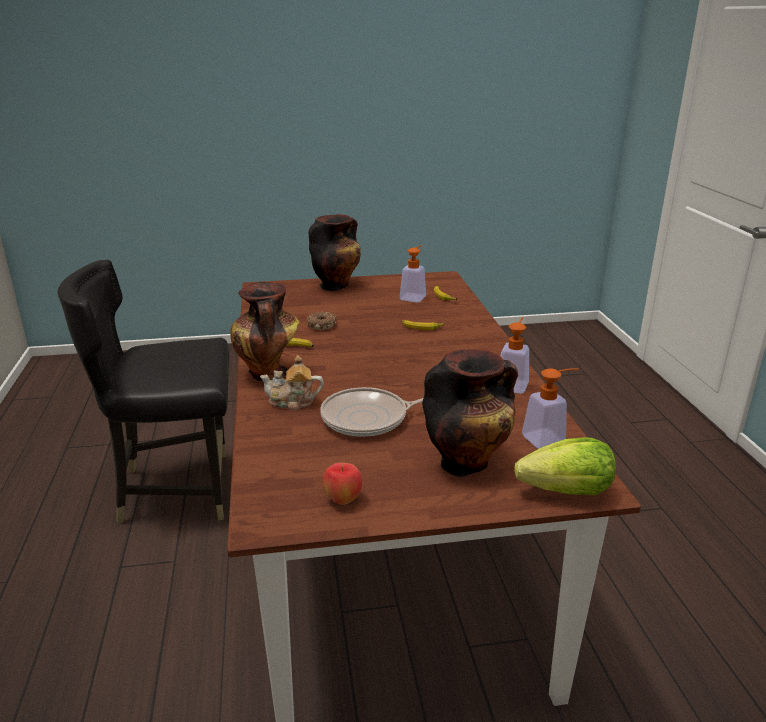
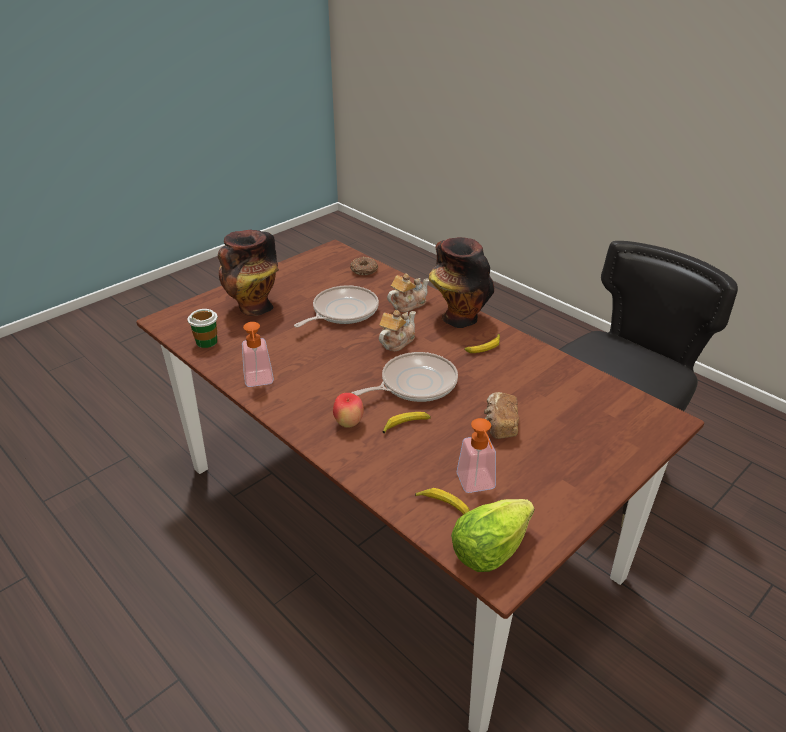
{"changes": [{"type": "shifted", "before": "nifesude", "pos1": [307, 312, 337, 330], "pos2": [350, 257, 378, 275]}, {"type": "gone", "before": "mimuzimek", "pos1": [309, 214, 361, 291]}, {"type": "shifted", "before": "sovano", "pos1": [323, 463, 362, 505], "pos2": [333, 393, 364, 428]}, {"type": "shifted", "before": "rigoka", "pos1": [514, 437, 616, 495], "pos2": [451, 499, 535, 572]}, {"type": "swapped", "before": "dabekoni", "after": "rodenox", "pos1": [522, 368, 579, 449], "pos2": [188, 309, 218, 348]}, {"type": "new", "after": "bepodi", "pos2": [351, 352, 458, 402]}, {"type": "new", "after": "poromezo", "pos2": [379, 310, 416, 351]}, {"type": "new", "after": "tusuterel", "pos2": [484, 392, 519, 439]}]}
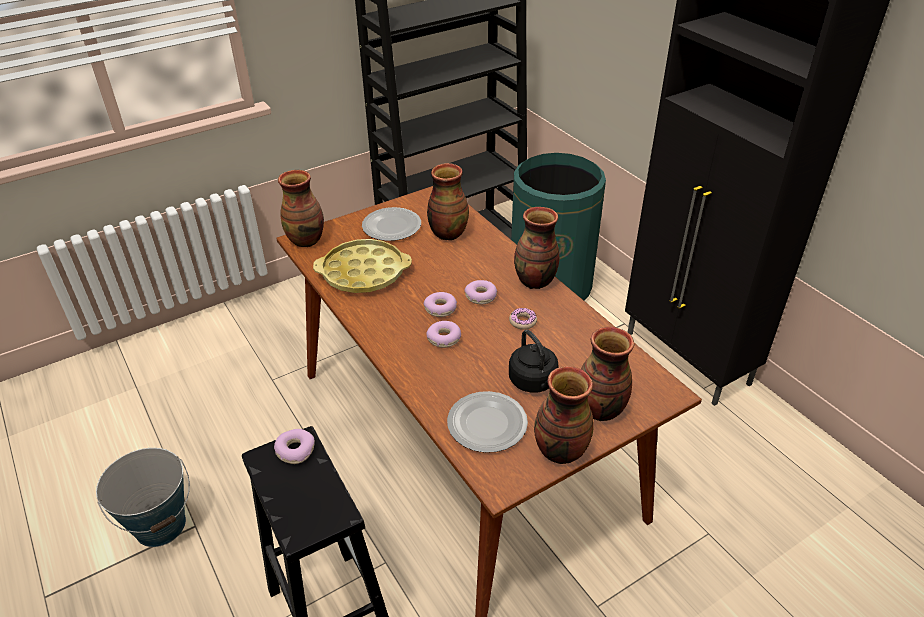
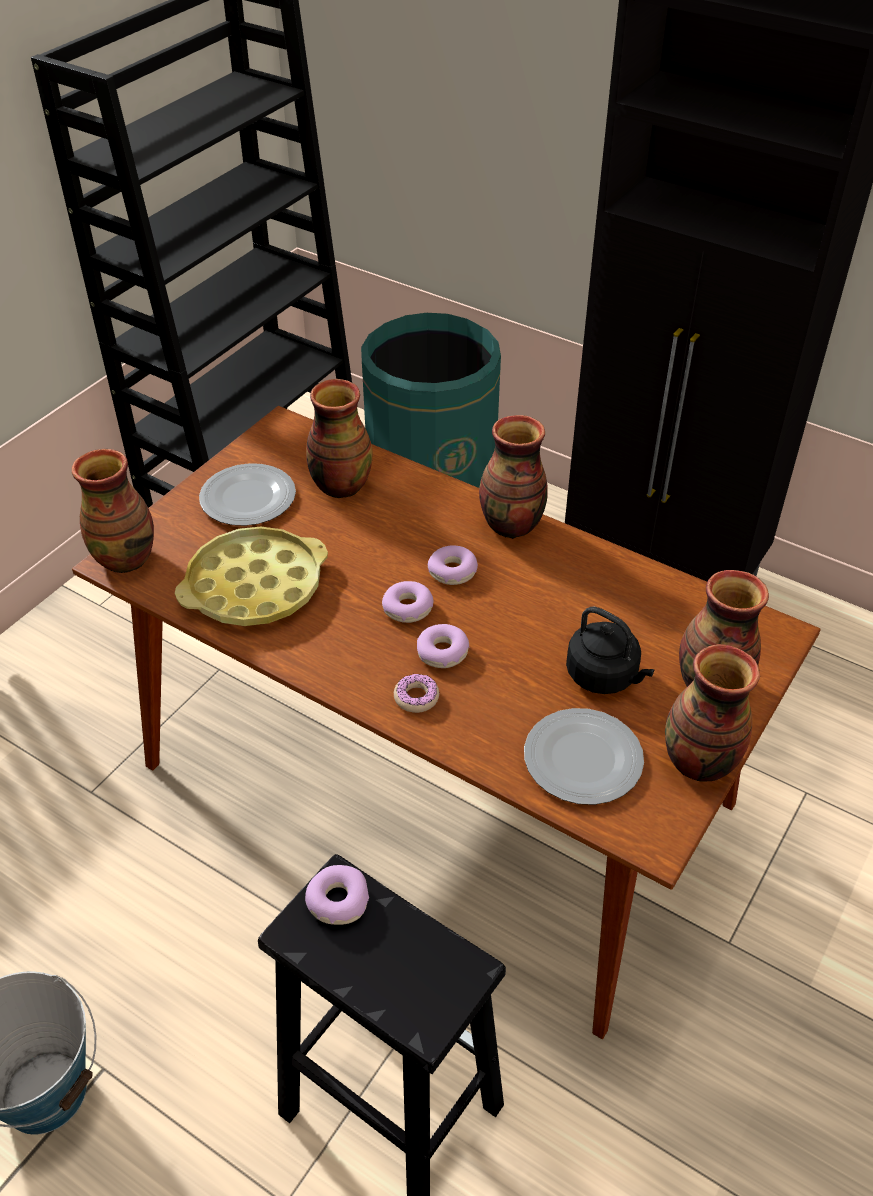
{"changes": [{"type": "shifted", "before": "nifesude", "pos1": [509, 308, 537, 330], "pos2": [394, 674, 439, 713]}]}
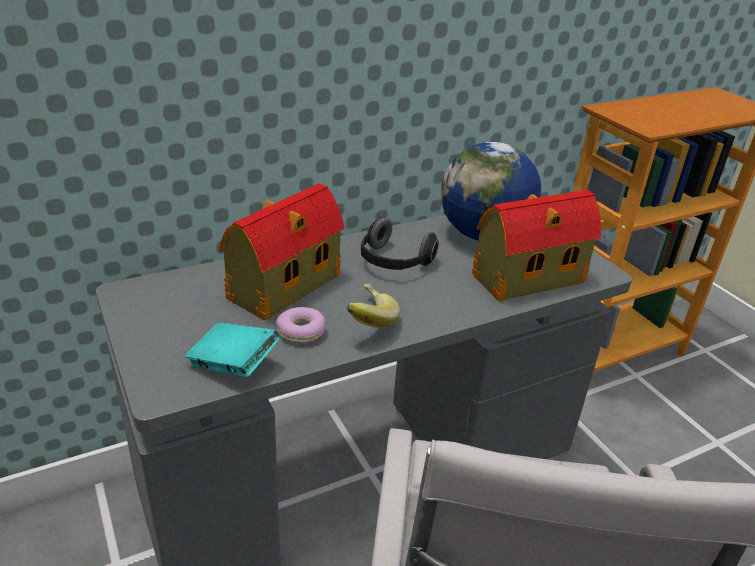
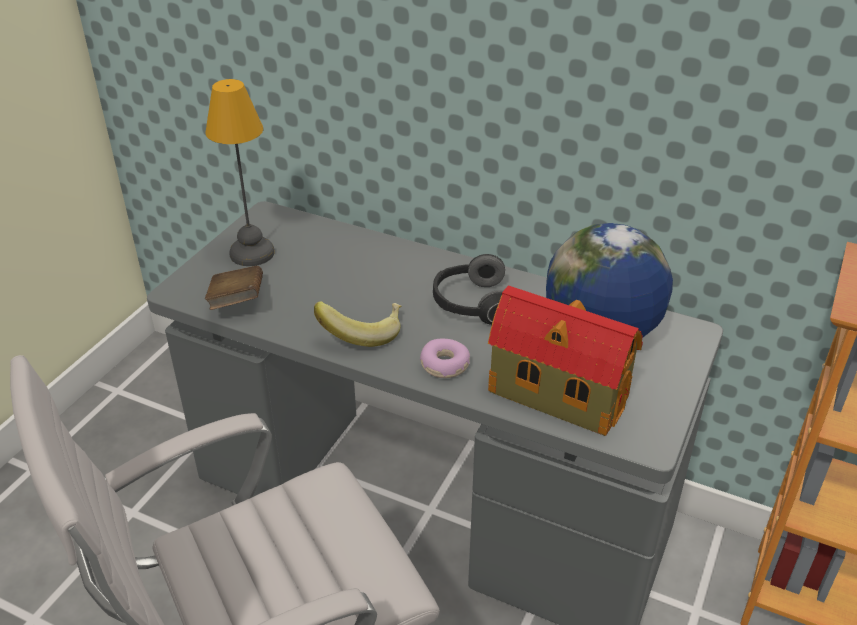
{"changes": [{"type": "repainted", "before": "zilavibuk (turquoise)", "after": "zilavibuk (brown)", "pos1": [185, 323, 280, 377], "pos2": [205, 266, 263, 310]}, {"type": "gone", "before": "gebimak", "pos1": [219, 183, 344, 320]}, {"type": "shifted", "before": "nifesude", "pos1": [276, 307, 326, 343], "pos2": [420, 339, 470, 378]}, {"type": "new", "after": "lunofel", "pos2": [205, 79, 275, 266]}]}
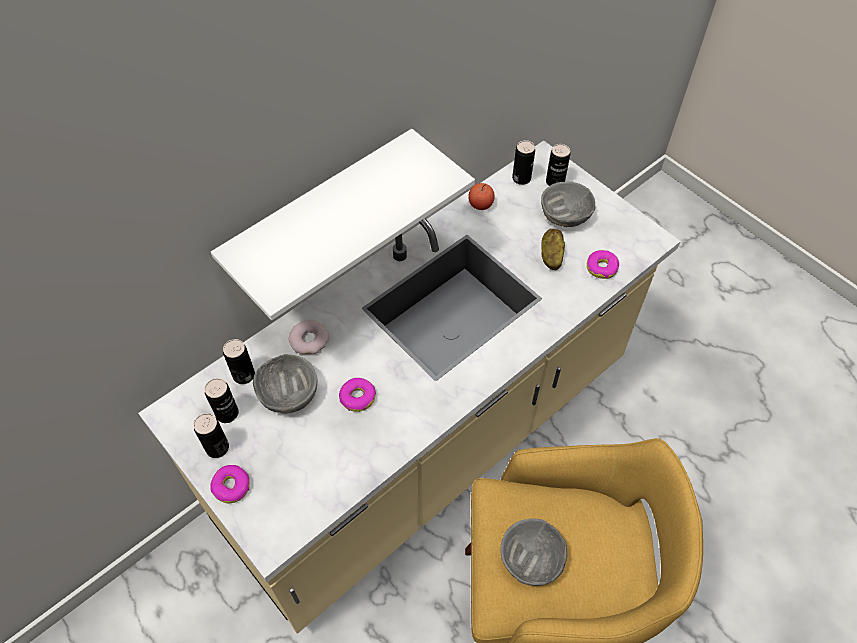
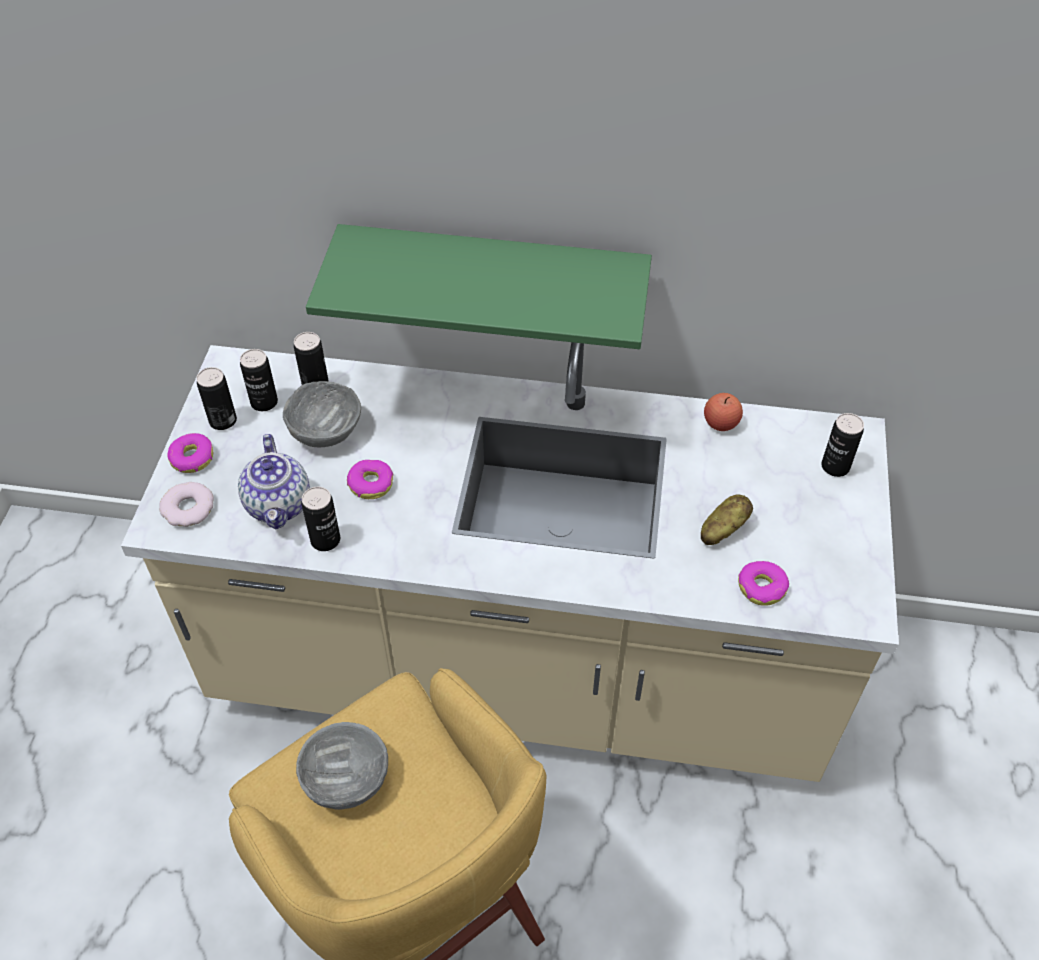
{"changes": [{"type": "repainted", "before": "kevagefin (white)", "after": "kevagefin (green)", "pos1": [211, 129, 475, 320], "pos2": [306, 224, 652, 349]}, {"type": "shifted", "before": "nifesude", "pos1": [288, 320, 329, 354], "pos2": [159, 482, 214, 527]}, {"type": "shifted", "before": "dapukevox", "pos1": [512, 140, 535, 185], "pos2": [301, 487, 340, 551]}, {"type": "gone", "before": "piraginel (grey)", "pos1": [541, 181, 595, 227]}, {"type": "new", "after": "poromezo", "pos2": [238, 434, 310, 529]}]}
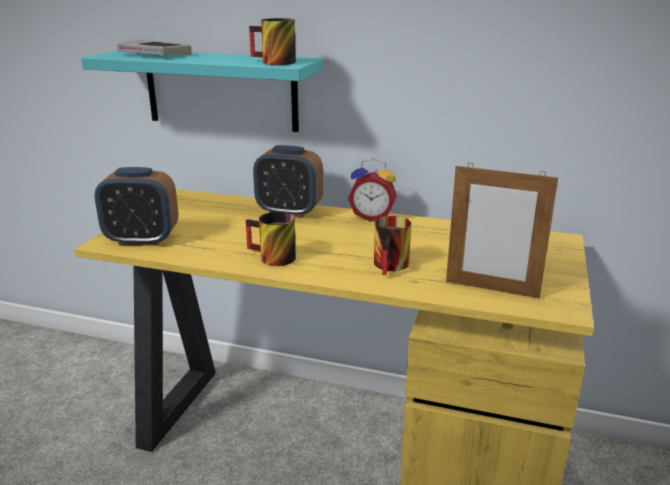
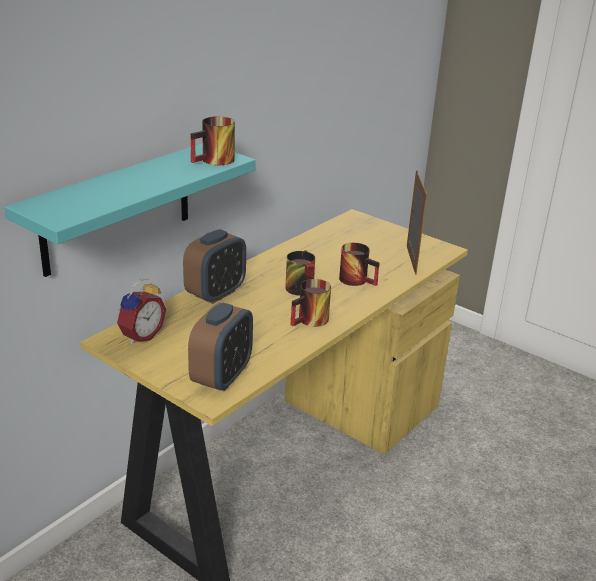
{"changes": [{"type": "gone", "before": "zilavibuk", "pos1": [117, 39, 191, 56]}, {"type": "shifted", "before": "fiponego", "pos1": [348, 158, 397, 222], "pos2": [117, 278, 166, 344]}, {"type": "rotated", "before": "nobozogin", "pos1": [446, 163, 558, 299], "pos2": [407, 170, 427, 275], "turn": -45}, {"type": "new", "after": "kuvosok", "pos2": [285, 250, 315, 295]}]}
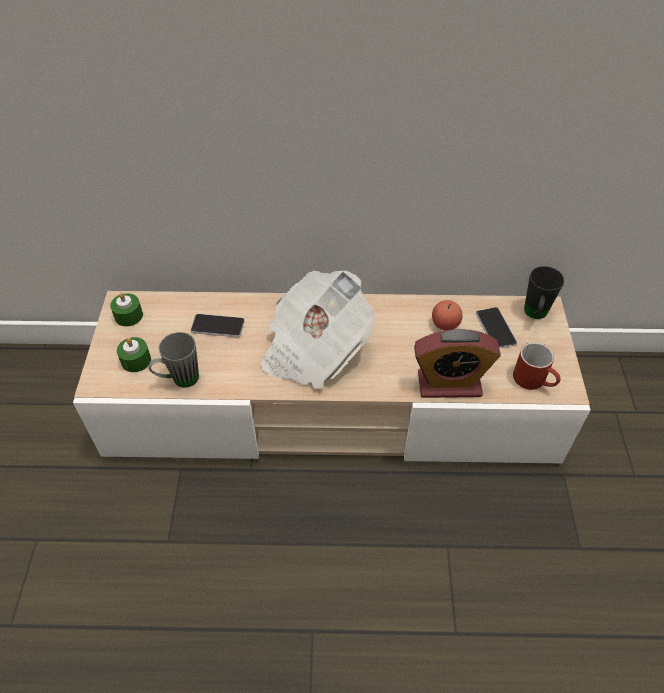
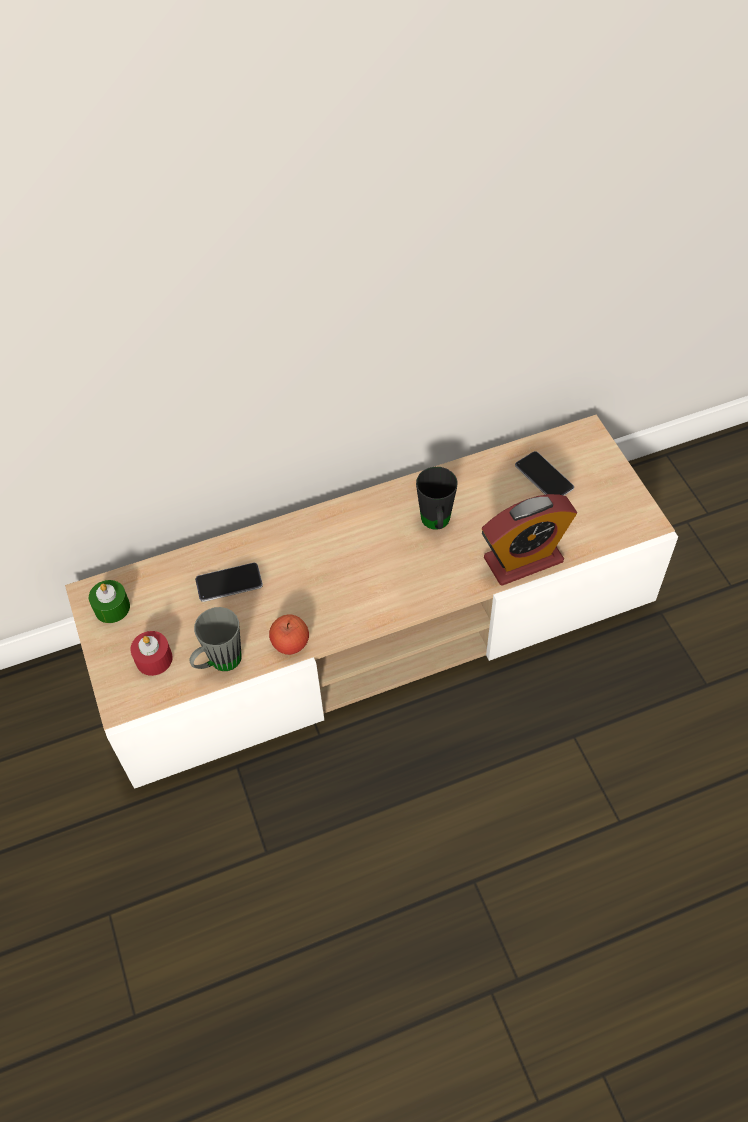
{"changes": [{"type": "repainted", "before": "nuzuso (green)", "after": "nuzuso (red)", "pos1": [117, 337, 151, 372], "pos2": [131, 631, 173, 676]}, {"type": "gone", "before": "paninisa", "pos1": [261, 270, 375, 389]}, {"type": "shifted", "before": "sovano", "pos1": [432, 300, 463, 330], "pos2": [269, 614, 309, 655]}, {"type": "gone", "before": "kuvosok (red)", "pos1": [513, 342, 560, 390]}, {"type": "shifted", "before": "kuvosok (black)", "pos1": [524, 266, 564, 319], "pos2": [416, 467, 458, 530]}]}
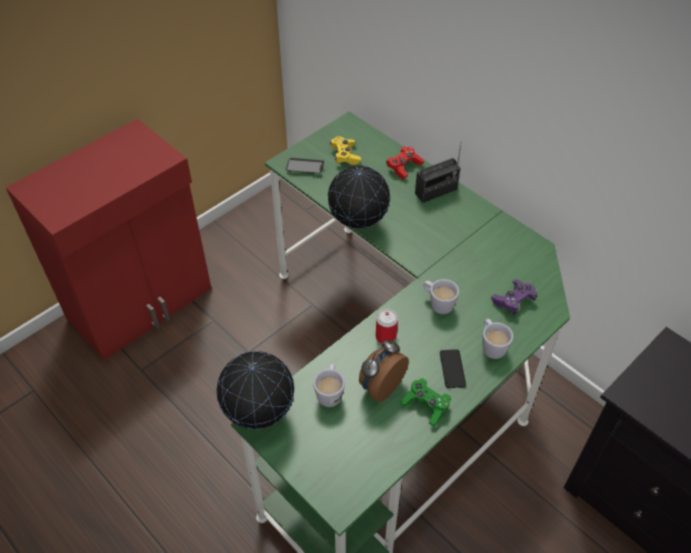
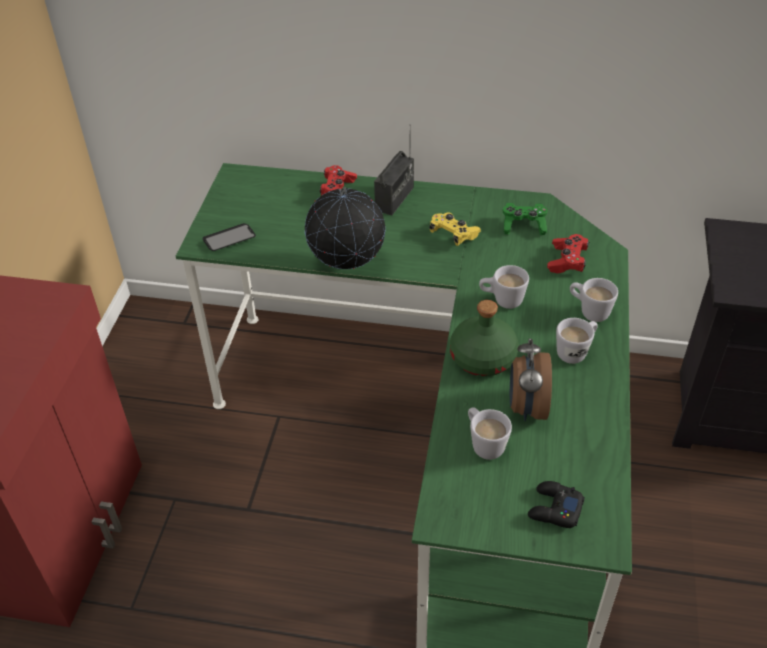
{"changes": [{"type": "gone", "before": "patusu", "pos1": [217, 351, 295, 429]}, {"type": "shifted", "before": "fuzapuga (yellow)", "pos1": [330, 136, 361, 165], "pos2": [429, 212, 481, 246]}, {"type": "swapped", "before": "dapukevox", "after": "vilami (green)", "pos1": [376, 309, 398, 344], "pos2": [450, 300, 519, 376]}, {"type": "shifted", "before": "fuzapuga (green)", "pos1": [400, 378, 451, 426], "pos2": [503, 203, 548, 235]}, {"type": "swapped", "before": "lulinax", "after": "kuvosok (white)", "pos1": [440, 349, 466, 388], "pos2": [556, 318, 598, 364]}, {"type": "repainted", "before": "fuzapuga (purple)", "after": "fuzapuga (red)", "pos1": [491, 279, 538, 315], "pos2": [547, 234, 589, 273]}, {"type": "new", "after": "fuzapuga (black)", "pos2": [528, 481, 585, 528]}]}
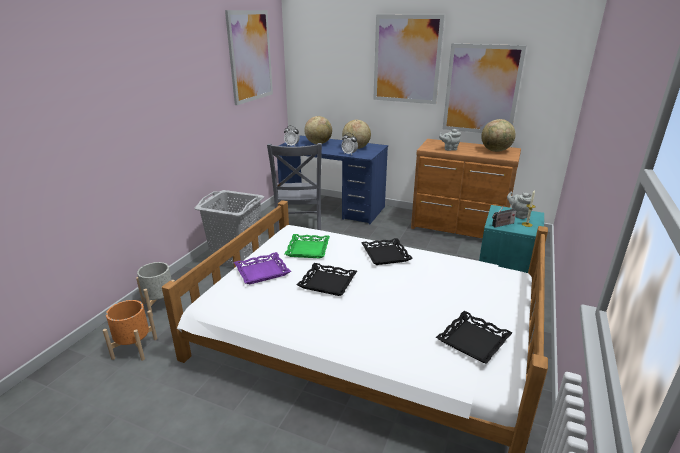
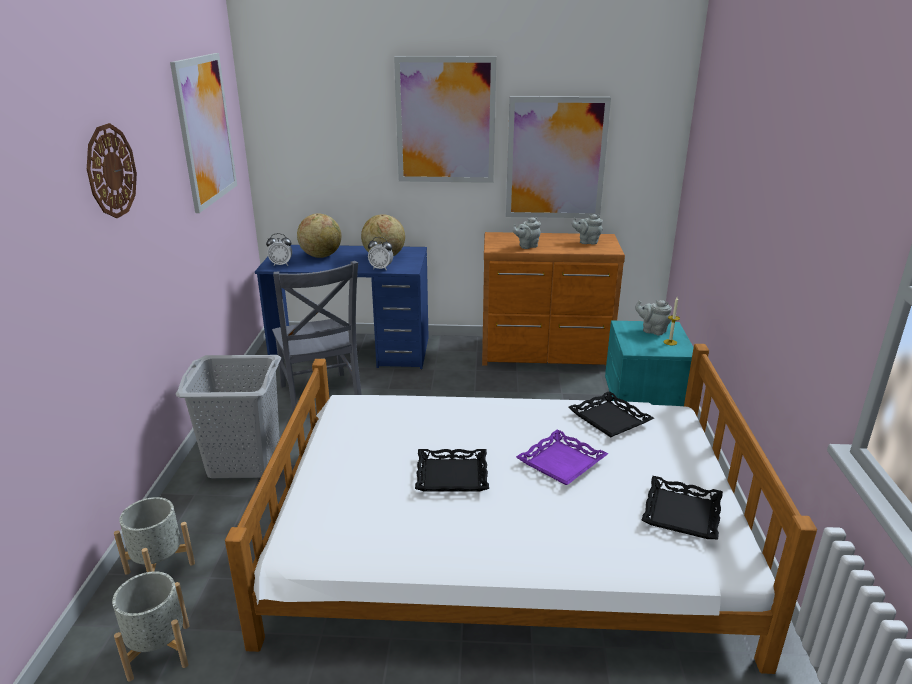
{"changes": [{"type": "repainted", "before": "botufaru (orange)", "after": "botufaru (grey)", "pos1": [103, 300, 158, 361], "pos2": [112, 571, 189, 681]}, {"type": "shifted", "before": "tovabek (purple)", "pos1": [234, 252, 291, 284], "pos2": [516, 429, 608, 485]}, {"type": "gone", "before": "tovabek (green)", "pos1": [285, 234, 330, 259]}, {"type": "shifted", "before": "tovabek (black)", "pos1": [361, 238, 413, 265], "pos2": [568, 391, 654, 438]}, {"type": "swapped", "before": "patusu", "after": "poromezo (grey)", "pos1": [481, 119, 516, 152], "pos2": [571, 214, 603, 245]}, {"type": "gone", "before": "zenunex", "pos1": [492, 205, 517, 227]}, {"type": "new", "after": "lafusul", "pos2": [87, 123, 137, 218]}]}
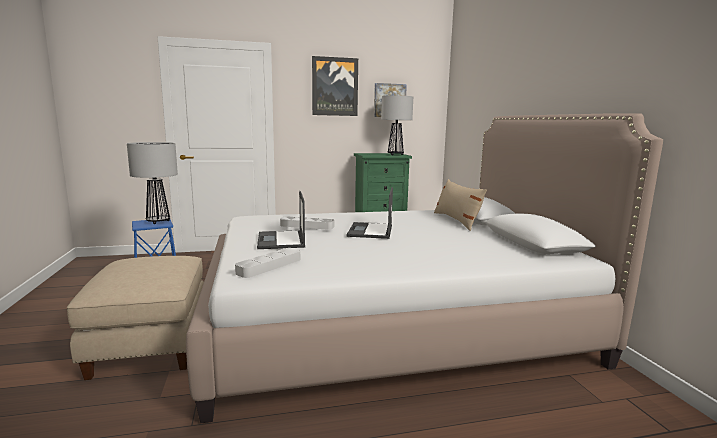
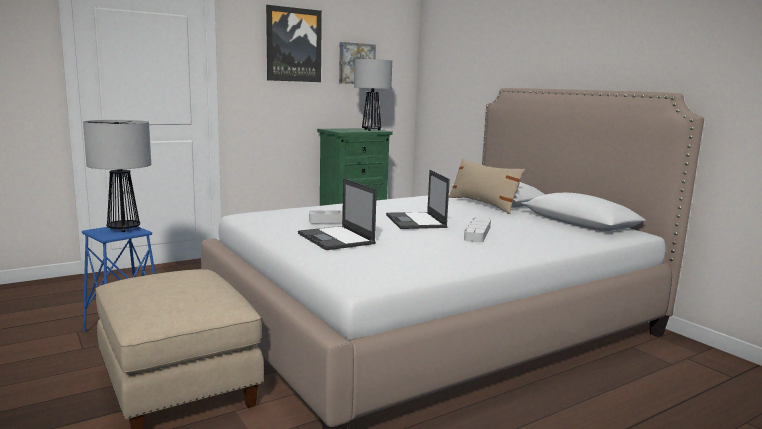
{"changes": [{"type": "shifted", "before": "tovabek (grey)", "pos1": [235, 248, 300, 278], "pos2": [464, 217, 491, 242]}]}
